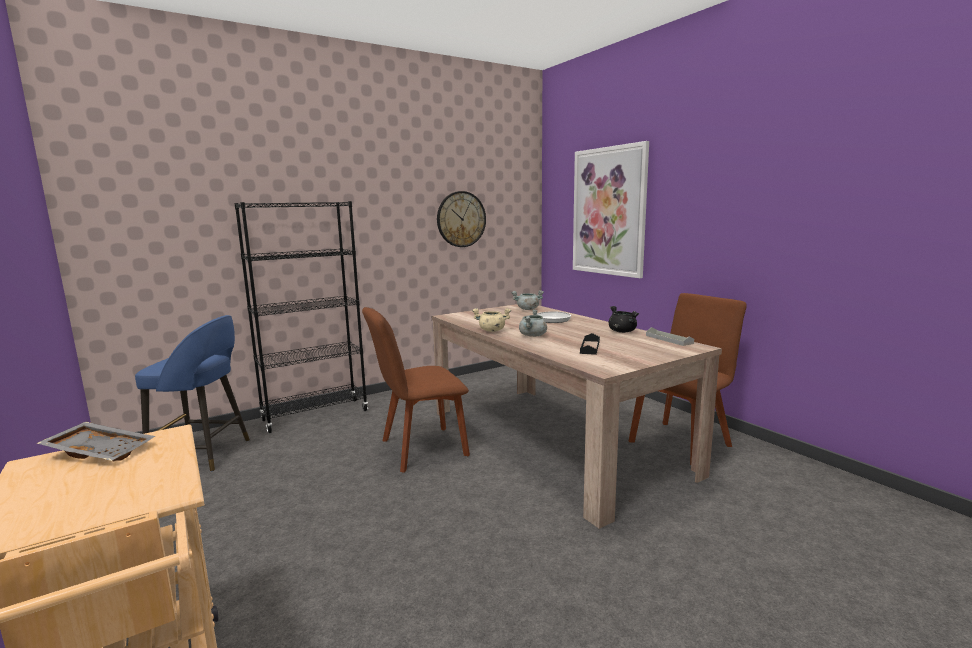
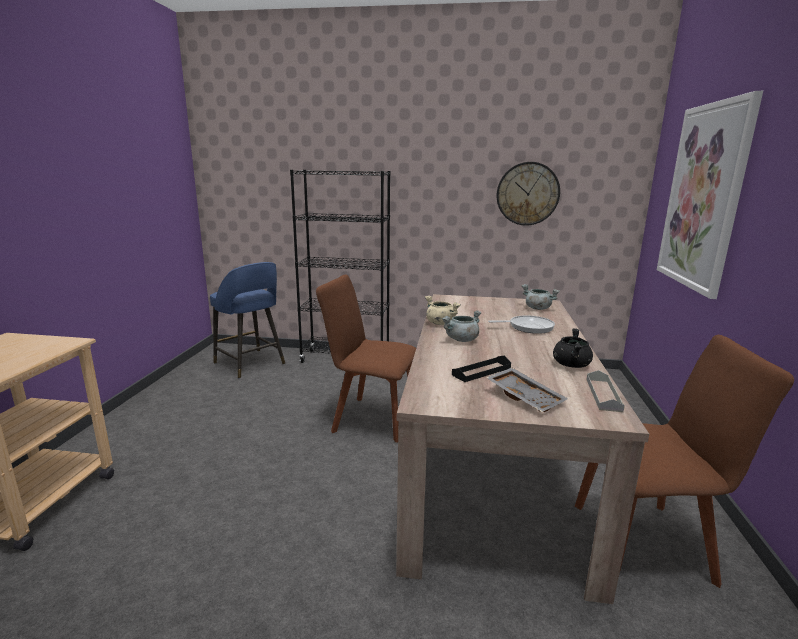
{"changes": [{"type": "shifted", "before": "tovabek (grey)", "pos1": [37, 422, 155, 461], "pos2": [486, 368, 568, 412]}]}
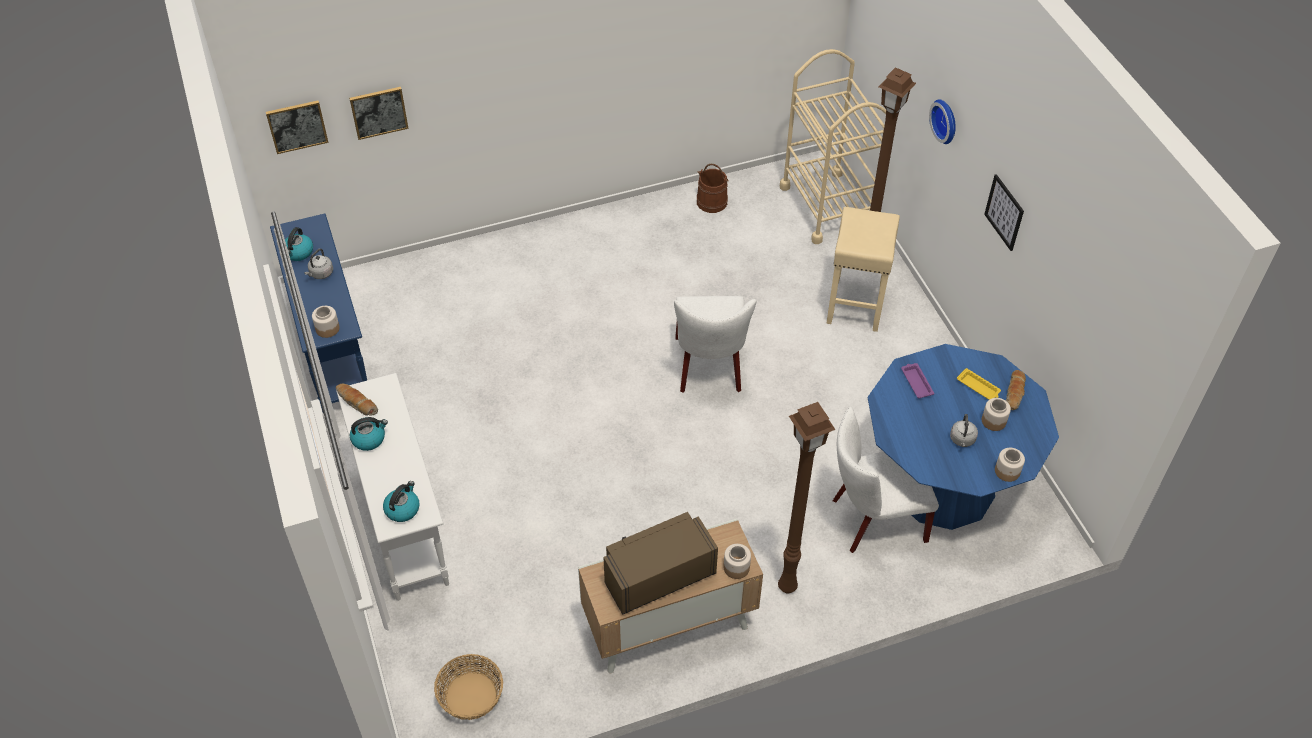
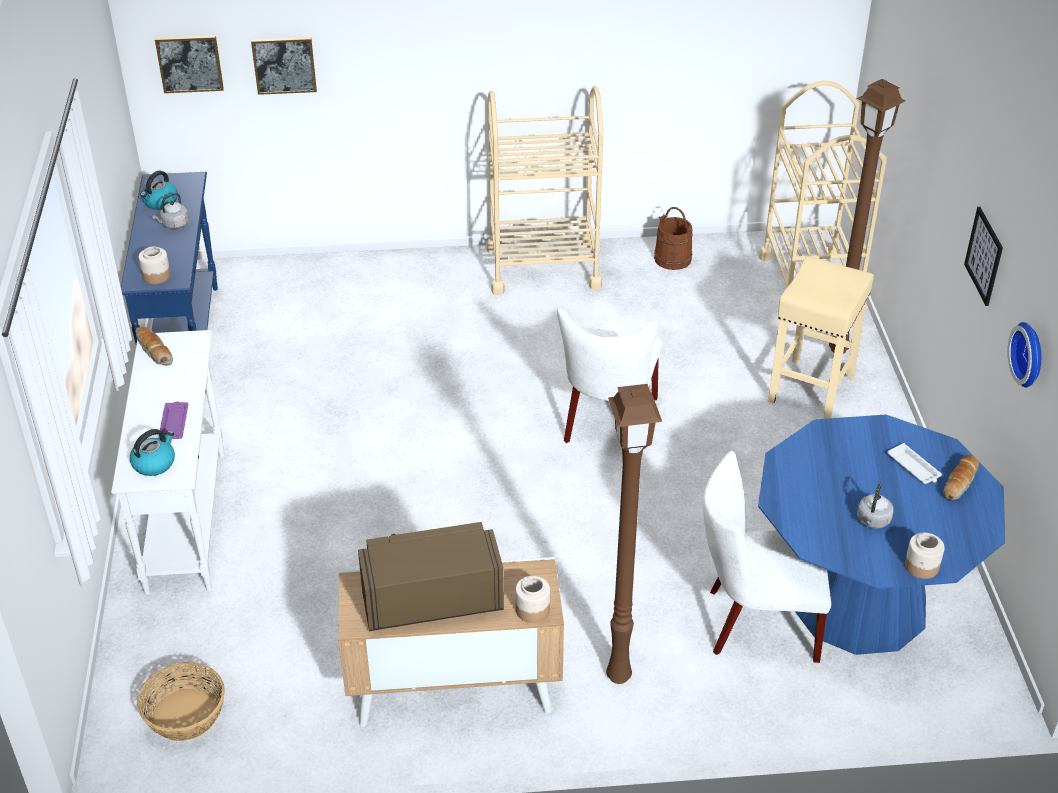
{"changes": [{"type": "gone", "before": "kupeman", "pos1": [350, 417, 388, 451]}, {"type": "shifted", "before": "tovabek (purple)", "pos1": [901, 363, 934, 398], "pos2": [158, 402, 188, 439]}, {"type": "shifted", "before": "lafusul", "pos1": [929, 99, 956, 144], "pos2": [1008, 322, 1041, 387]}, {"type": "repainted", "before": "tovabek (yellow)", "after": "tovabek (white)", "pos1": [957, 368, 1001, 400], "pos2": [887, 443, 942, 484]}, {"type": "gone", "before": "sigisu", "pos1": [982, 398, 1011, 431]}, {"type": "new", "after": "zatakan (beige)", "pos2": [487, 86, 603, 295]}]}
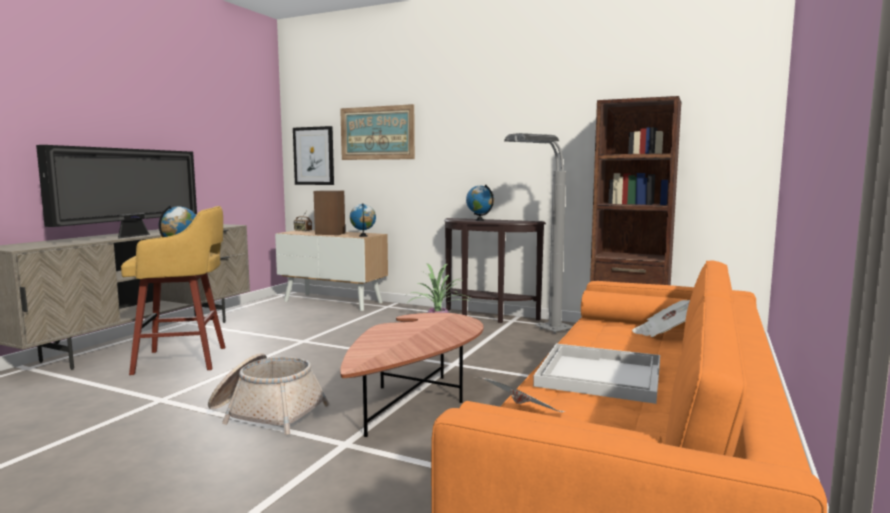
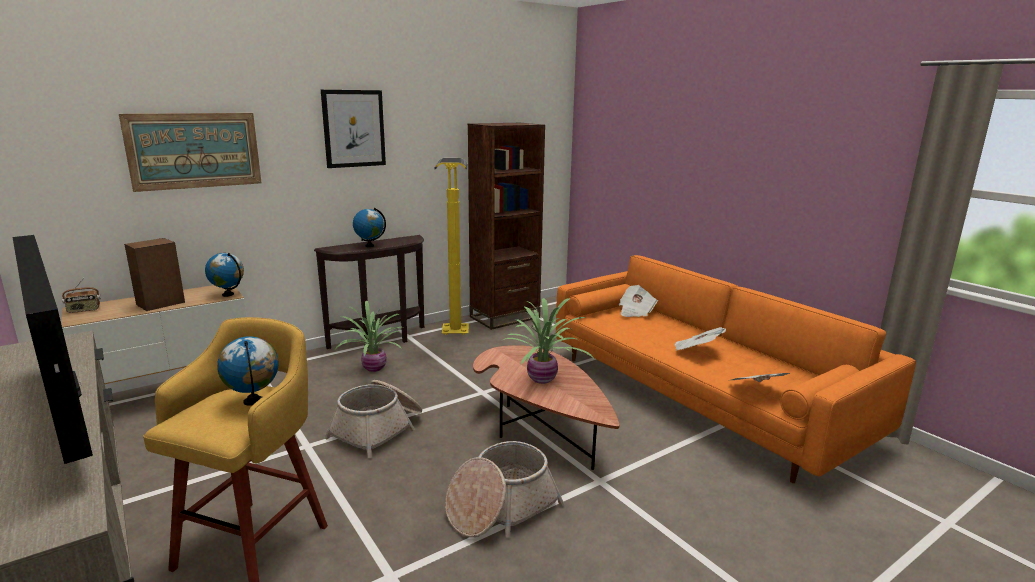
{"changes": [{"type": "shifted", "before": "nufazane", "pos1": [293, 126, 334, 185], "pos2": [321, 90, 386, 168]}, {"type": "repainted", "before": "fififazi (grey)", "after": "fififazi (yellow)", "pos1": [504, 133, 573, 334], "pos2": [434, 158, 469, 335]}, {"type": "swapped", "before": "tovabek (white)", "after": "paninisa", "pos1": [533, 344, 660, 404], "pos2": [675, 327, 726, 351]}, {"type": "new", "after": "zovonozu", "pos2": [325, 380, 422, 458]}, {"type": "new", "after": "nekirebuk", "pos2": [503, 298, 593, 384]}]}
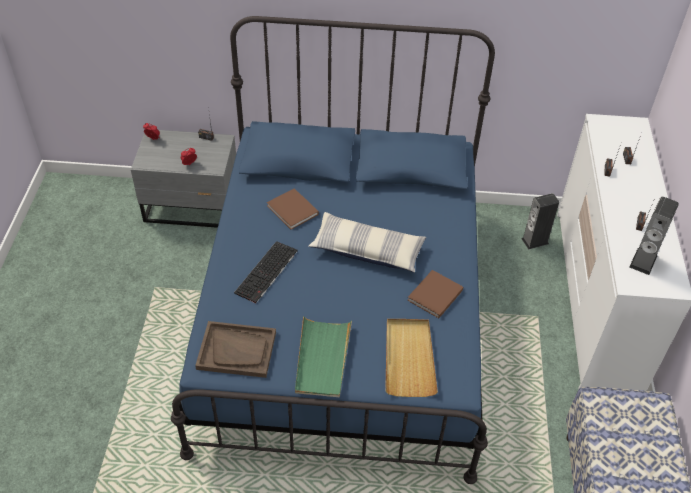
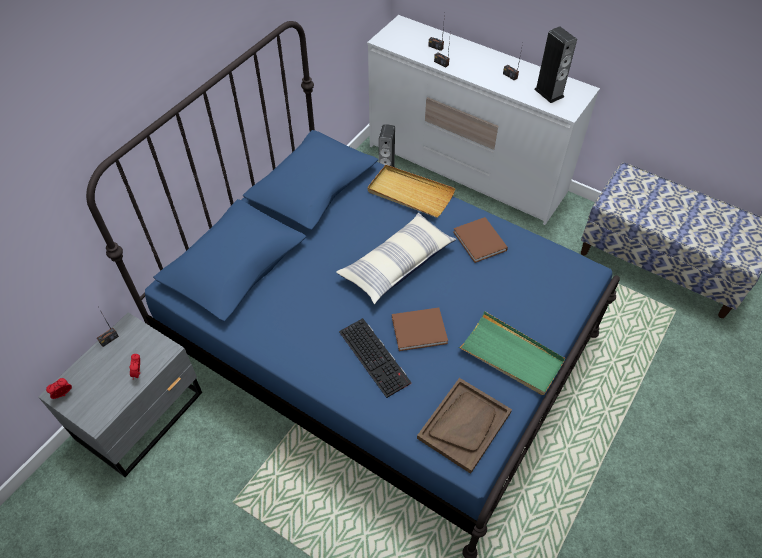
{"changes": [{"type": "shifted", "before": "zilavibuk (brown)", "pos1": [267, 188, 319, 230], "pos2": [392, 307, 448, 351]}, {"type": "shifted", "before": "tovabek (beige)", "pos1": [385, 319, 438, 397], "pos2": [367, 165, 456, 218]}]}
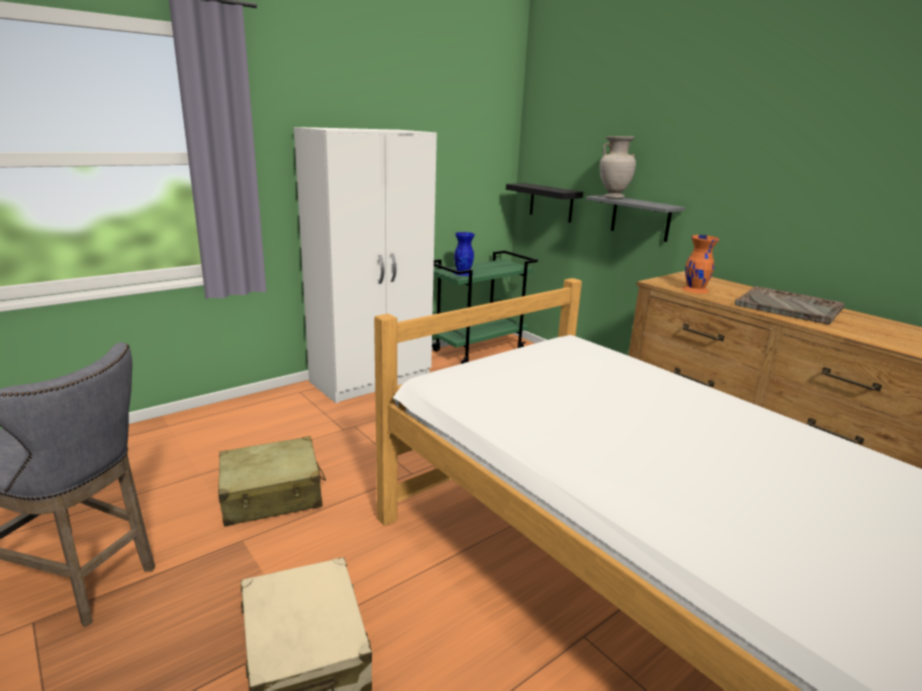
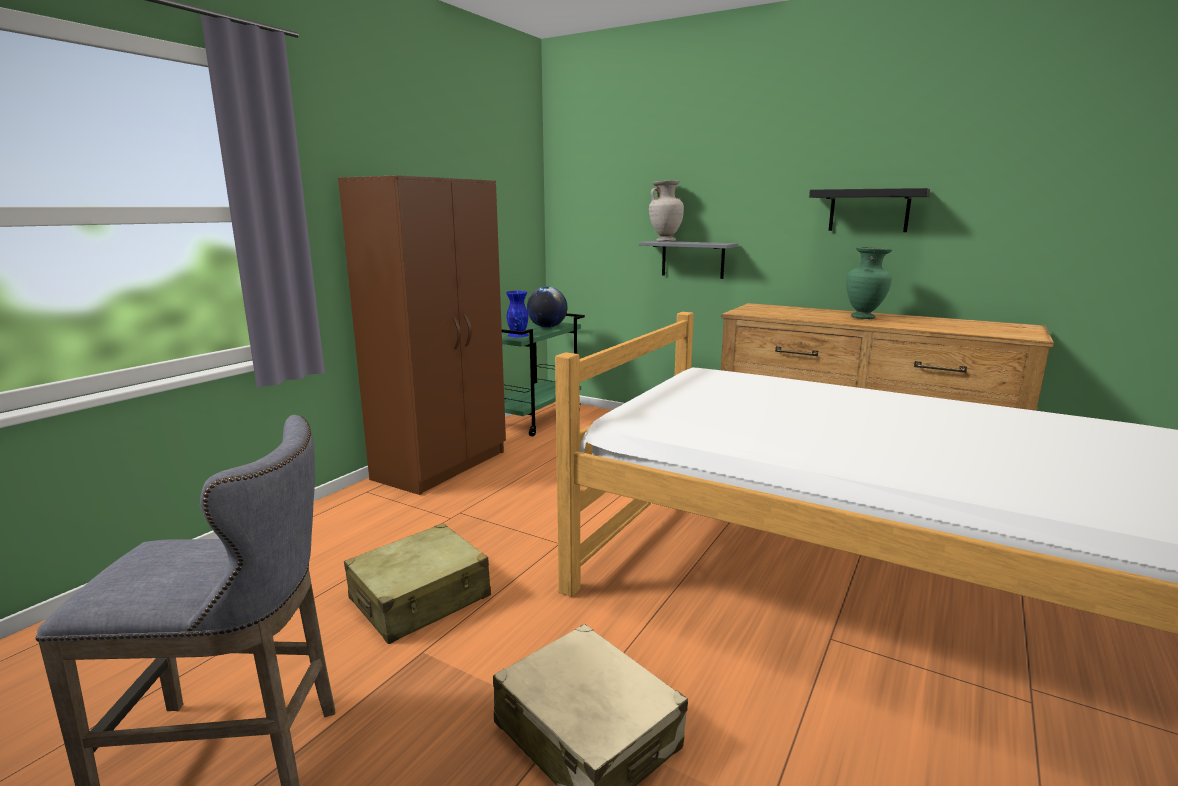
{"changes": [{"type": "repainted", "before": "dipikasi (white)", "after": "dipikasi (brown)", "pos1": [294, 127, 437, 403], "pos2": [338, 175, 506, 495]}, {"type": "shifted", "before": "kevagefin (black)", "pos1": [506, 183, 583, 223], "pos2": [809, 188, 930, 232]}, {"type": "gone", "before": "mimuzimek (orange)", "pos1": [682, 235, 719, 294]}, {"type": "swapped", "before": "tovabek (grey)", "after": "mimuzimek (green)", "pos1": [735, 286, 845, 325], "pos2": [846, 247, 892, 319]}, {"type": "new", "after": "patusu", "pos2": [527, 287, 568, 328]}]}
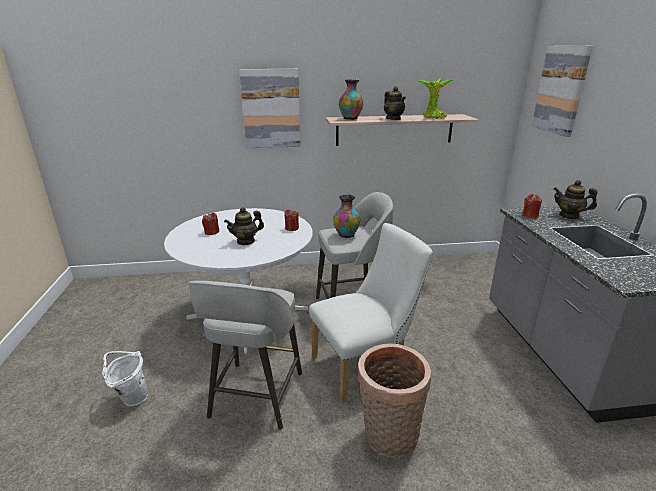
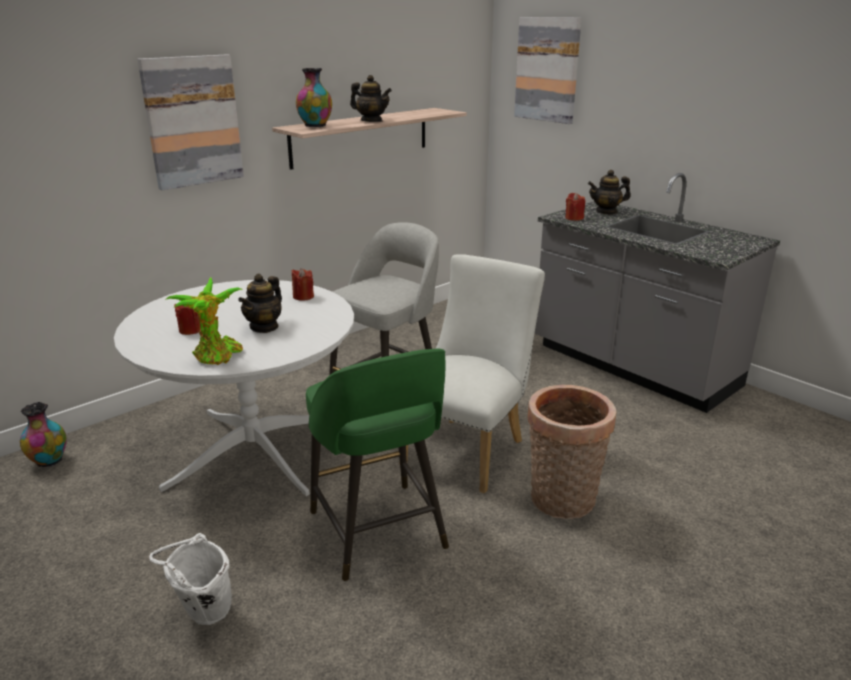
{"changes": [{"type": "repainted", "before": "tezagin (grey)", "after": "tezagin (green)", "pos1": [189, 281, 302, 430], "pos2": [306, 349, 449, 581]}, {"type": "shifted", "before": "mimuzimek", "pos1": [333, 195, 360, 238], "pos2": [20, 402, 67, 468]}, {"type": "shifted", "before": "nekirebuk", "pos1": [417, 78, 453, 119], "pos2": [166, 277, 243, 365]}]}
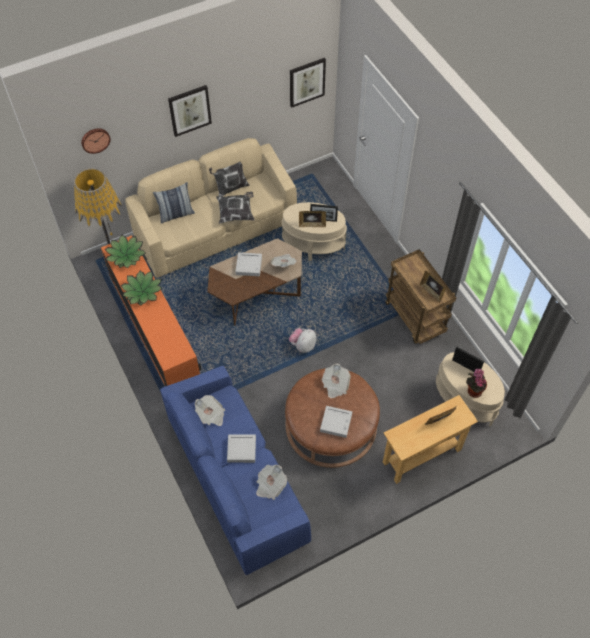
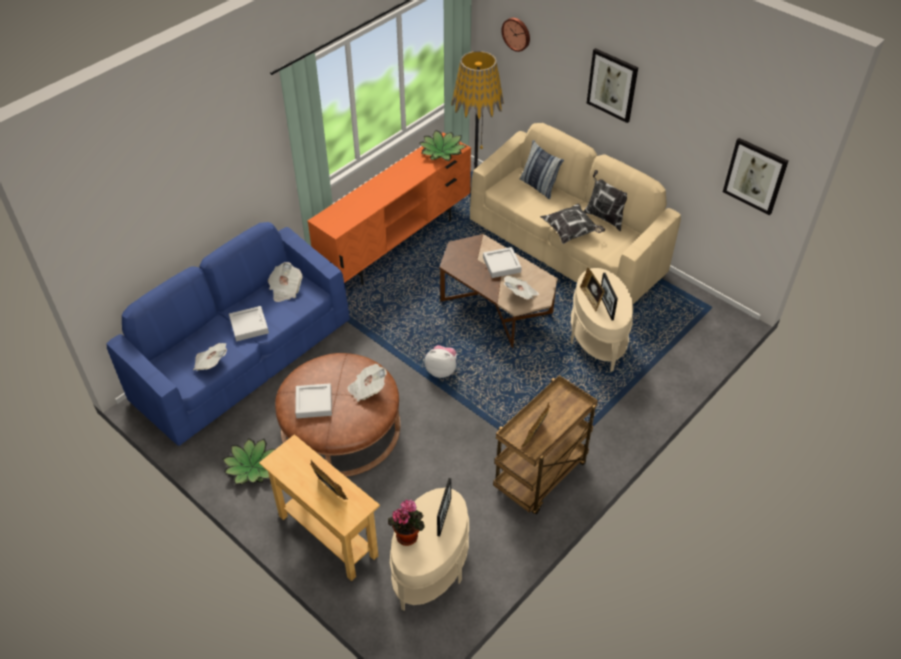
{"changes": [{"type": "shifted", "before": "nekirebuk", "pos1": [121, 271, 162, 306], "pos2": [222, 438, 275, 485]}]}
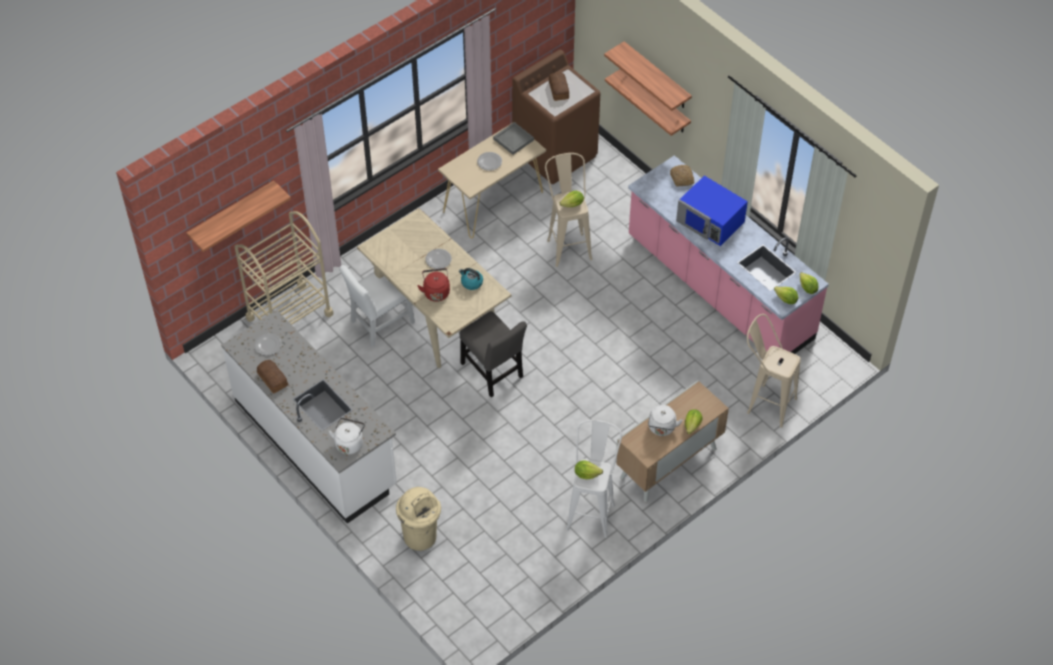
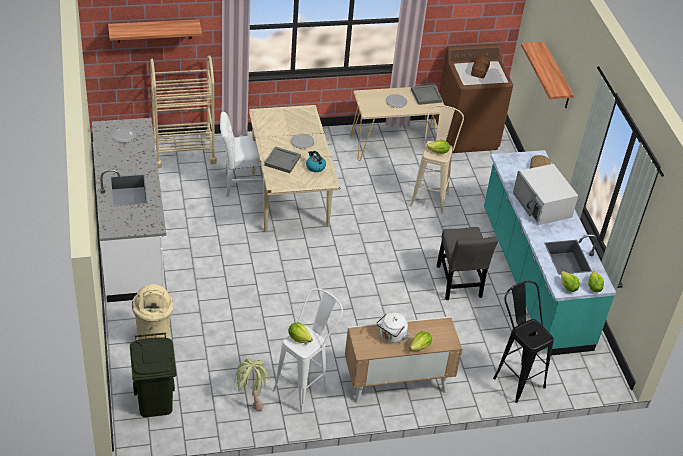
{"changes": [{"type": "gone", "before": "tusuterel", "pos1": [257, 360, 288, 393]}, {"type": "gone", "before": "kupeman (white)", "pos1": [328, 418, 365, 454]}, {"type": "swapped", "before": "kupeman (red)", "after": "tovabek (grey)", "pos1": [417, 268, 450, 302], "pos2": [264, 146, 301, 173]}, {"type": "shifted", "before": "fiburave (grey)", "pos1": [460, 311, 527, 398], "pos2": [437, 227, 498, 300]}, {"type": "gone", "before": "kevagefin", "pos1": [605, 69, 691, 136]}, {"type": "repainted", "before": "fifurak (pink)", "after": "fifurak (turquoise)", "pos1": [628, 155, 829, 364], "pos2": [484, 150, 616, 356]}, {"type": "repainted", "before": "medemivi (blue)", "after": "medemivi (white)", "pos1": [676, 176, 748, 246], "pos2": [513, 164, 578, 225]}, {"type": "repainted", "before": "tezagin (beige)", "after": "tezagin (black)", "pos1": [747, 314, 801, 428], "pos2": [493, 281, 554, 403]}, {"type": "new", "after": "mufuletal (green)", "pos2": [130, 333, 176, 417]}, {"type": "new", "after": "nekirebuk", "pos2": [235, 358, 270, 411]}]}
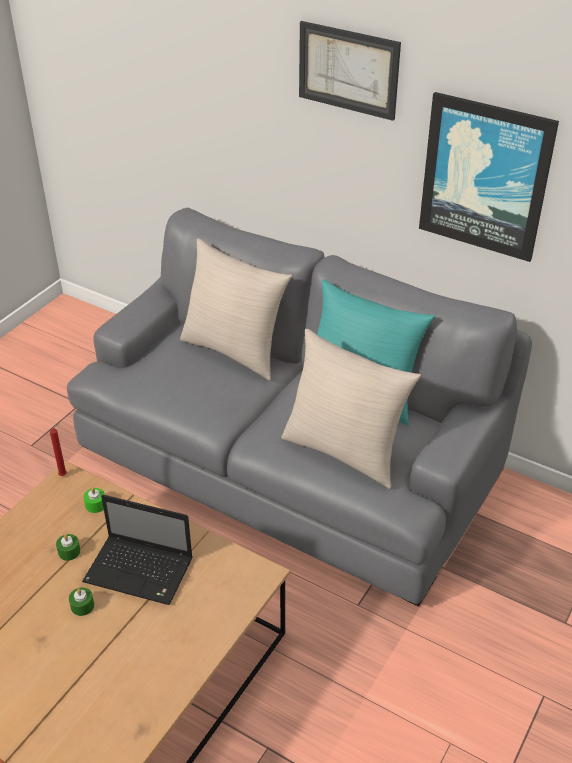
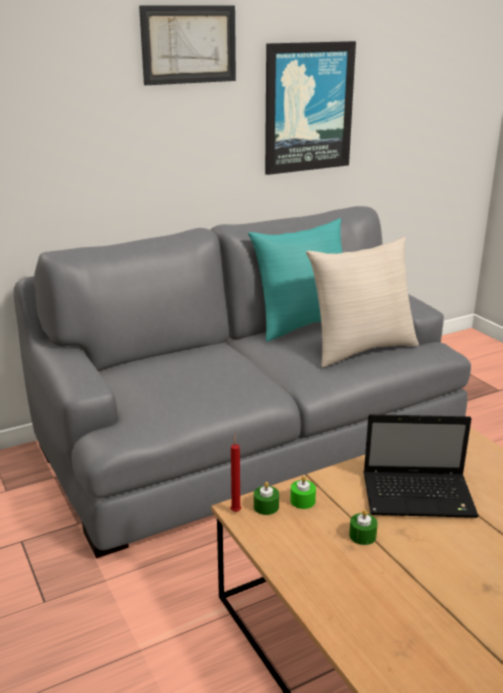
{"changes": [{"type": "shifted", "before": "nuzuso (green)", "pos1": [69, 587, 94, 616], "pos2": [254, 482, 279, 515]}, {"type": "rotated", "before": "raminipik", "pos1": [82, 495, 193, 605], "pos2": [364, 414, 479, 518], "turn": 45}, {"type": "gone", "before": "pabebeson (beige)", "pos1": [180, 238, 292, 381]}]}
